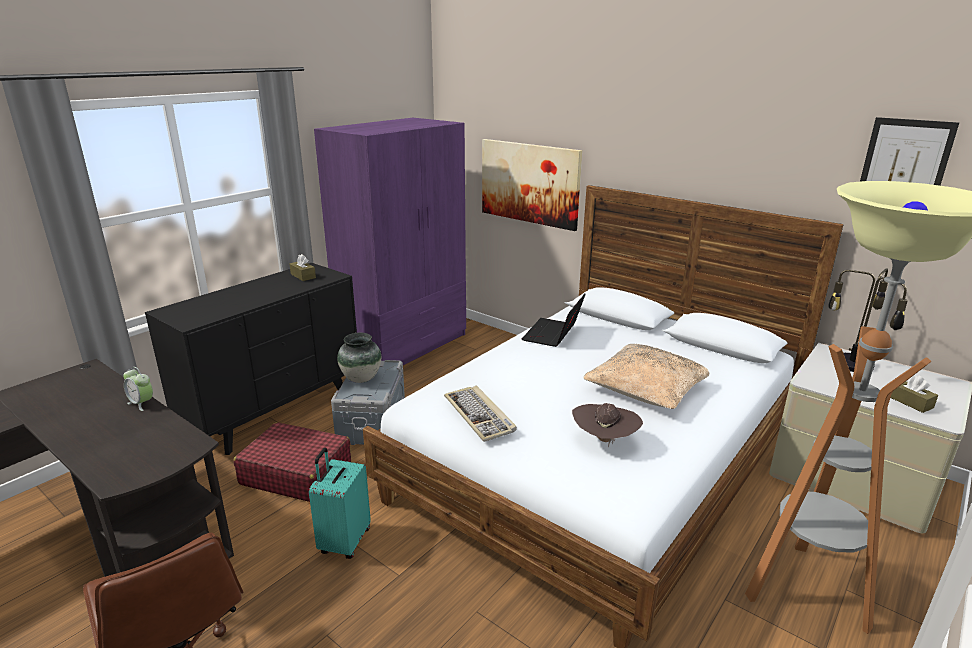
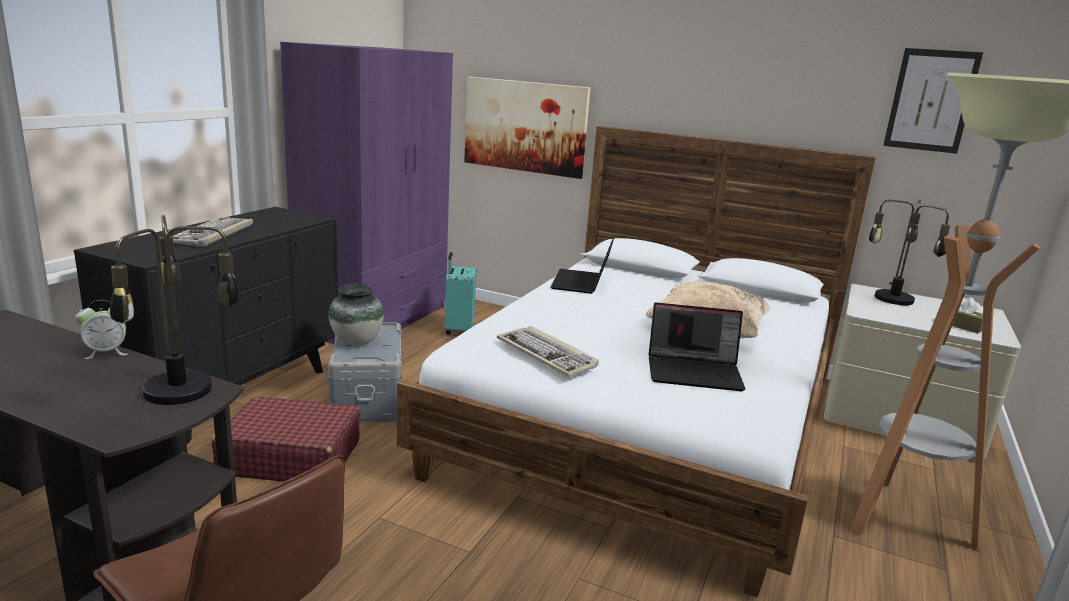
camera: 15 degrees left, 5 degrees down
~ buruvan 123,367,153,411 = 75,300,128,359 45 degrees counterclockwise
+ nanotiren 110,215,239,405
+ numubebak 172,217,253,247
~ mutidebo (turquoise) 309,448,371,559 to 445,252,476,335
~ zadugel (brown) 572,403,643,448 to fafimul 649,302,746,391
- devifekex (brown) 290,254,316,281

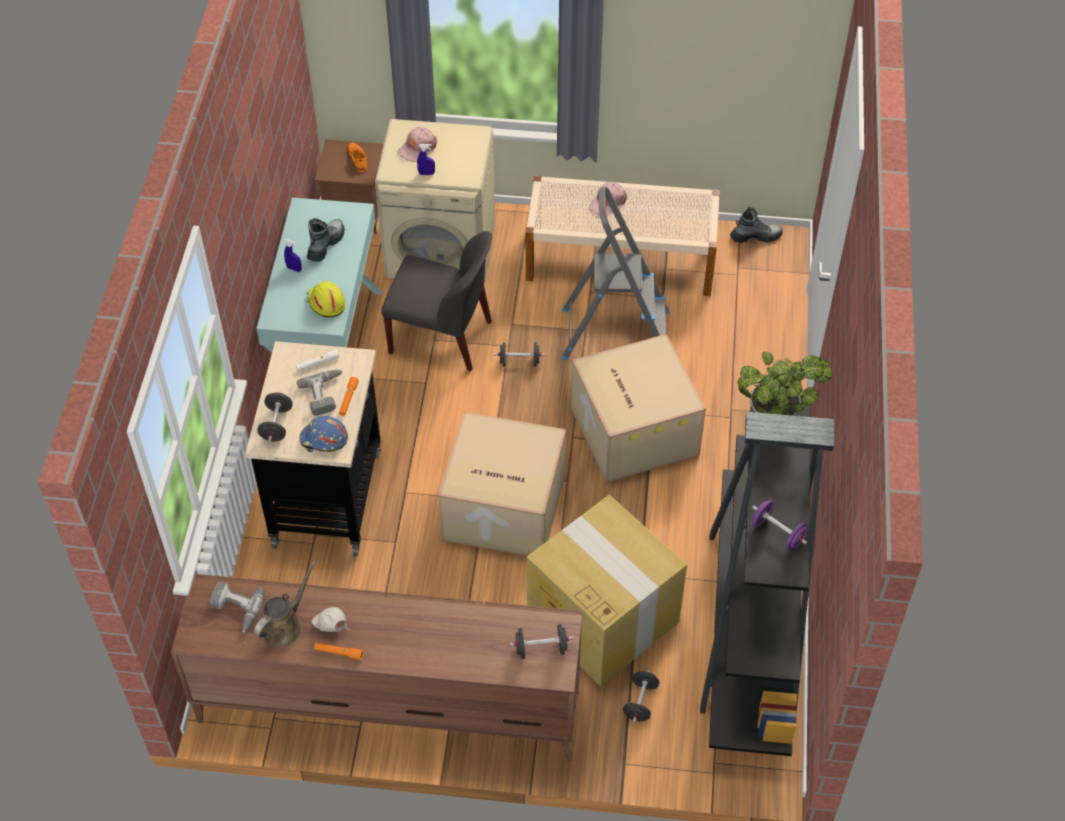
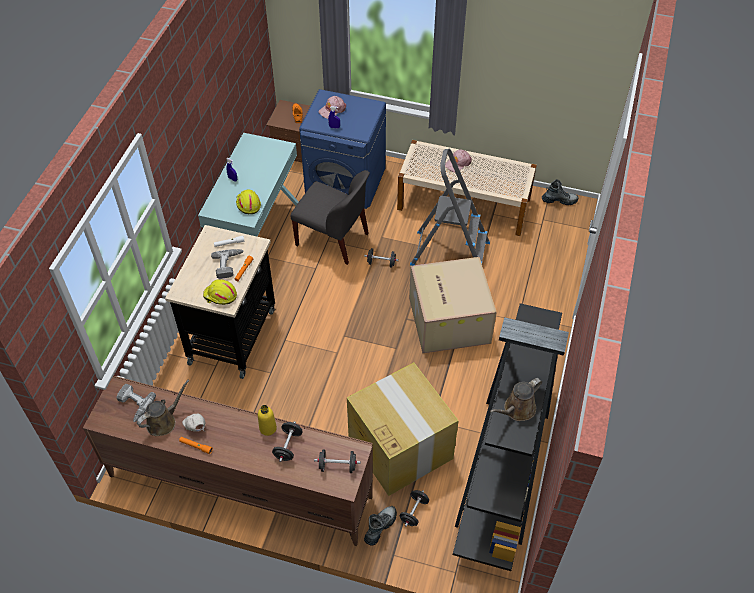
camera: 10 degrees right, 0 degrees up
~ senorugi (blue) 299,416,348,452 to senorugi (yellow) 203,279,237,305
+ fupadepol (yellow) 258,405,277,436
~ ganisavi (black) 257,393,293,442 to 272,421,303,462
~ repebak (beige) 375,119,495,282 to repebak (blue) 299,89,386,209
~ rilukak 307,218,345,262 to 364,506,397,545
~ ganisavi (purple) 752,500,807,550 to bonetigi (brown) 490,378,542,421
- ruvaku 438,412,566,556
- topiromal 738,351,832,416

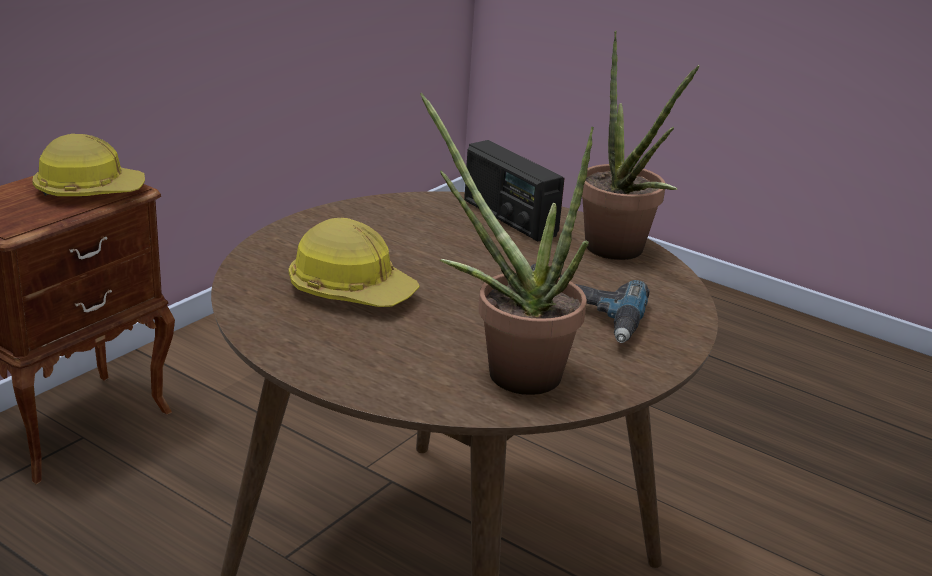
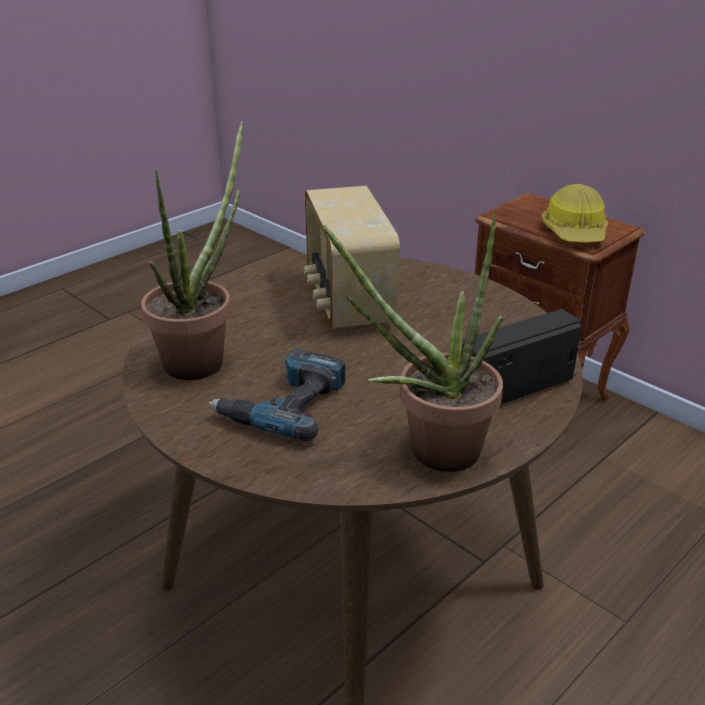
camera: 100 degrees right, 5 degrees up
~ senorugi 289,218,420,307 to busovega 304,186,400,328

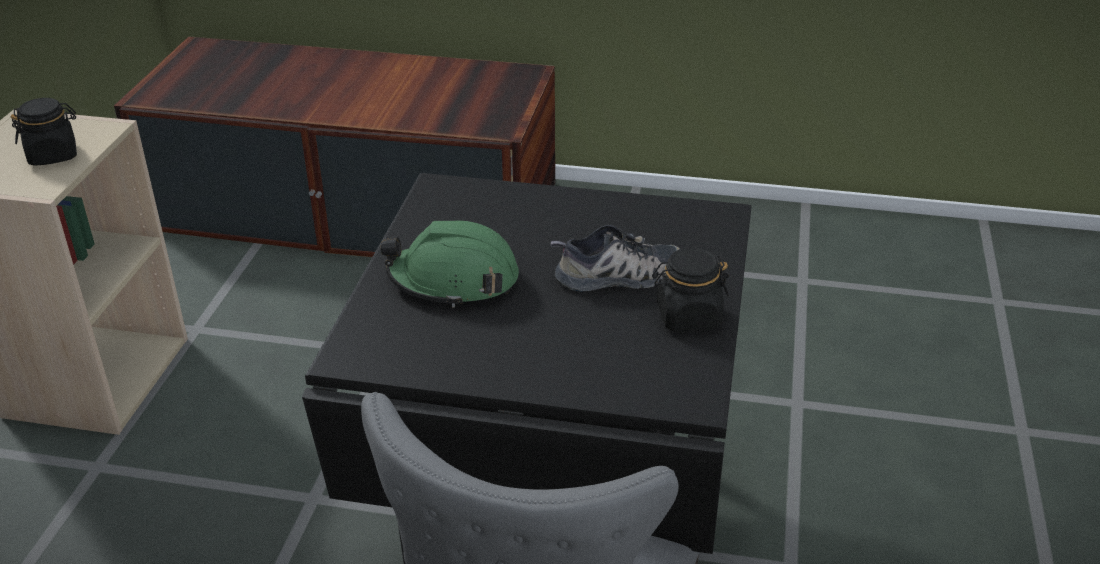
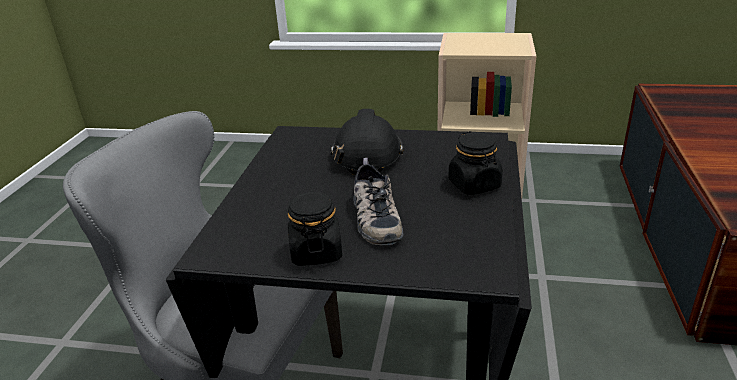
camera: 90 degrees right, 5 degrees down
~ senorugi (green) 380,220,519,307 to senorugi (black) 331,109,404,175
~ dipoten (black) 10,98,77,166 to 448,131,503,195

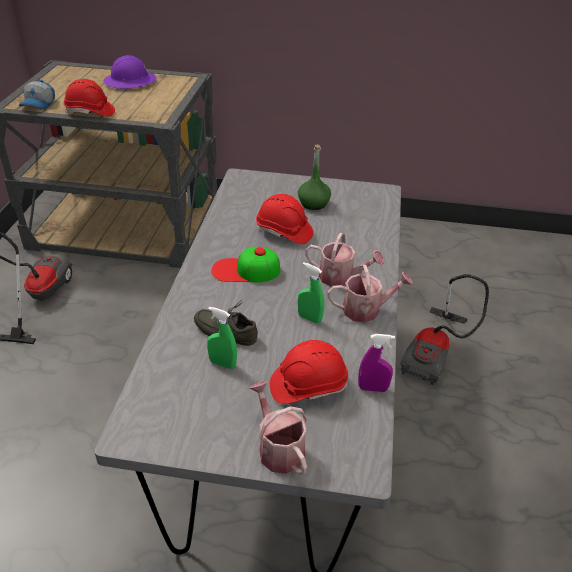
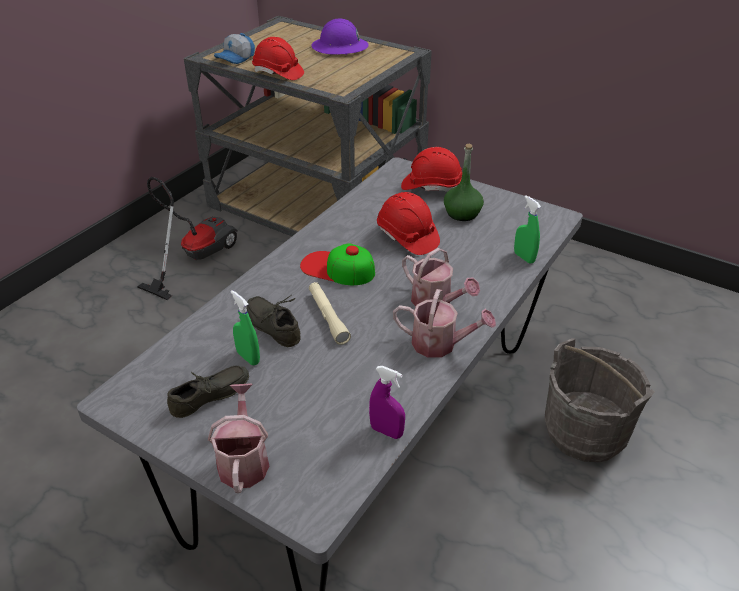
camera: 25 degrees right, 0 degrees up
+ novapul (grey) 167,366,249,418
+ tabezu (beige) 309,282,351,345
~ senorugi (red) 270,340,348,404 to 401,147,462,192
~ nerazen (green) 298,263,324,324 to 514,195,541,264
~ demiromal 401,274,489,385 to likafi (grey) 544,338,655,462

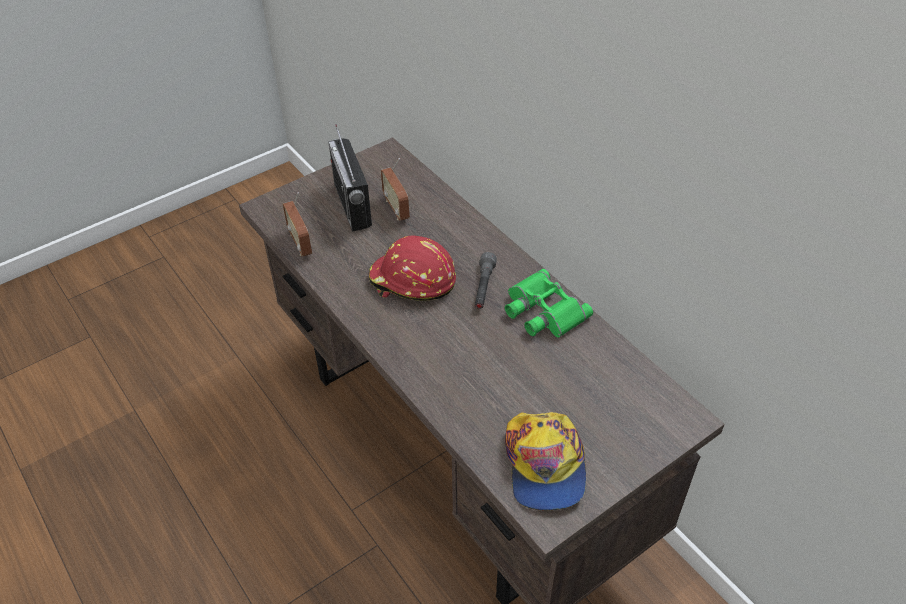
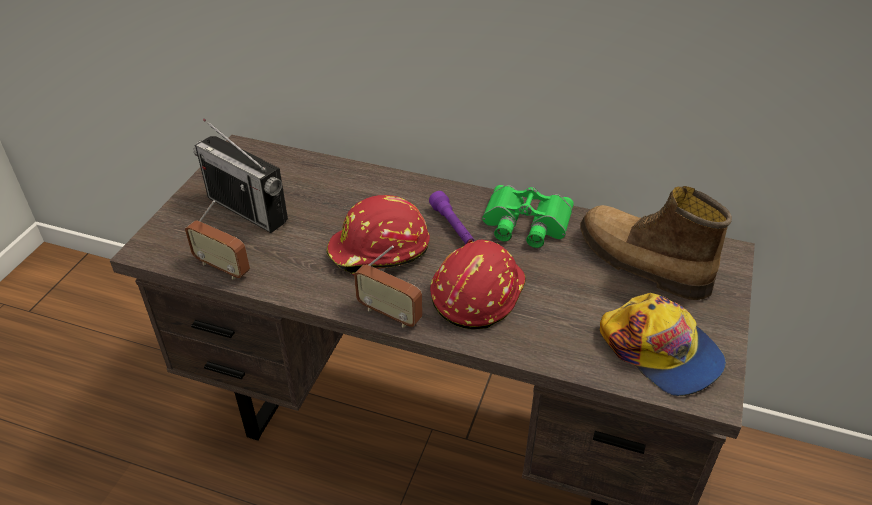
camera: 35 degrees left, 5 degrees down
~ busovega 381,158,410,221 to 354,246,422,328
~ tabezu (grey) 475,252,497,309 to tabezu (purple) 429,191,474,244
+ senorugi (red) 430,240,526,329
+ rilukak 580,186,732,300

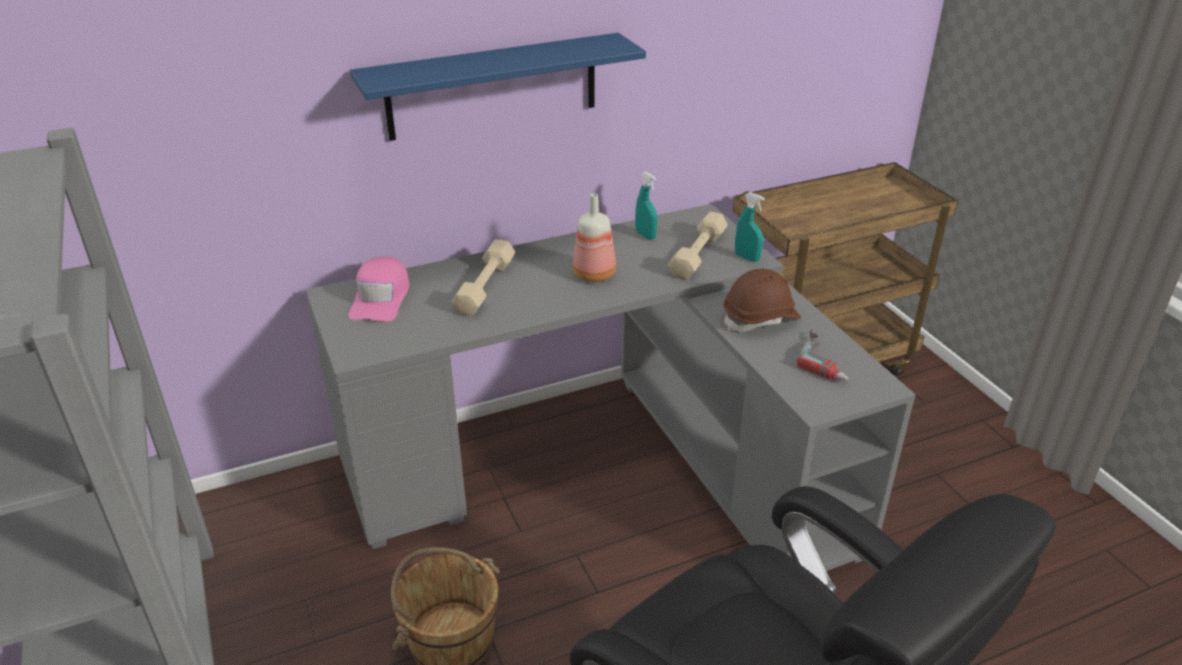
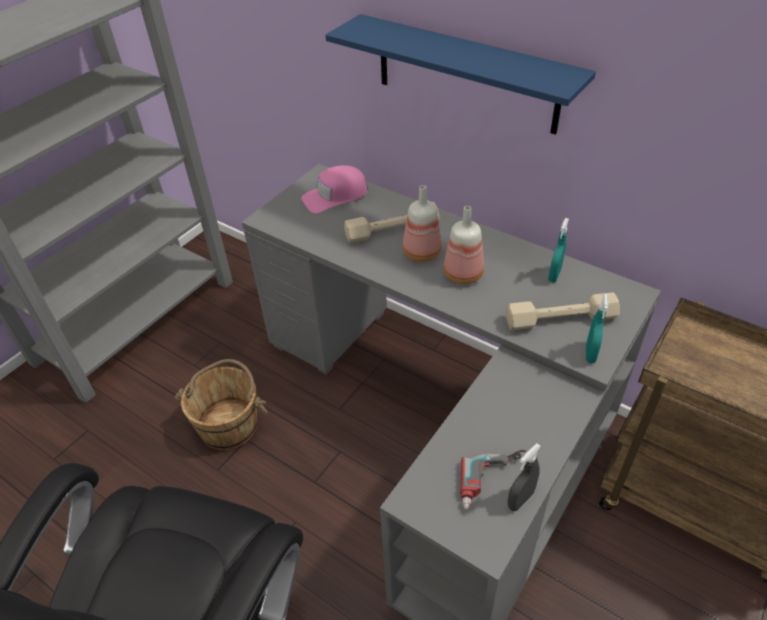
camera: 60 degrees right, 10 degrees up
+ fupadepol 403,185,442,262
+ nerazen (grey) 507,444,541,511
- senorugi (brown) 723,269,801,332

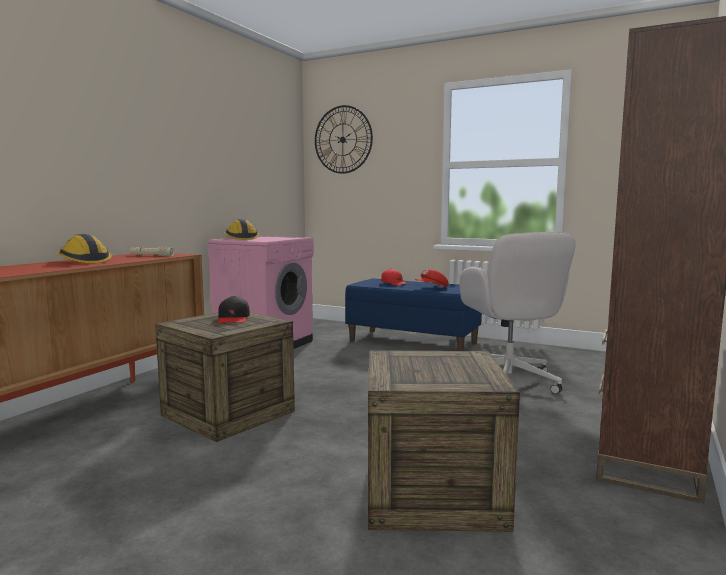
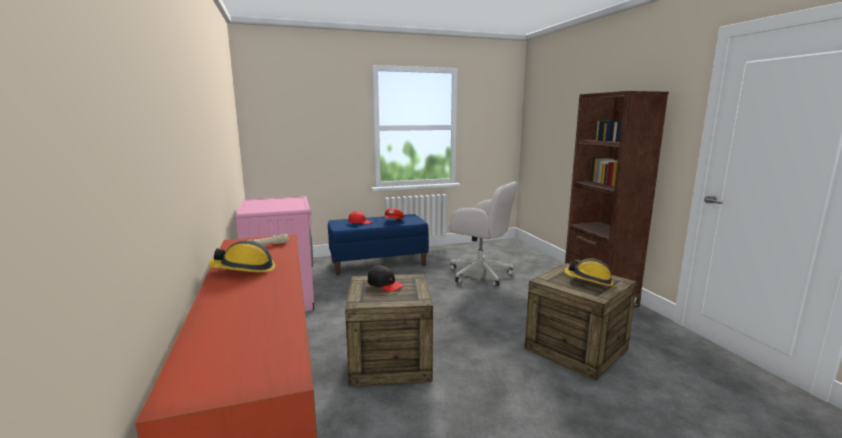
camera: 45 degrees left, 5 degrees up
~ senorugi 224,219,259,240 to 564,259,613,286
- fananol 315,105,373,174

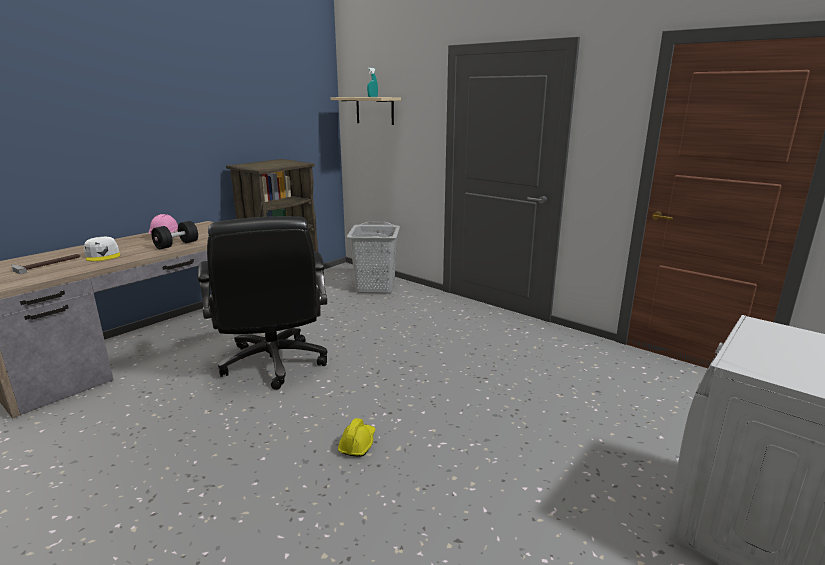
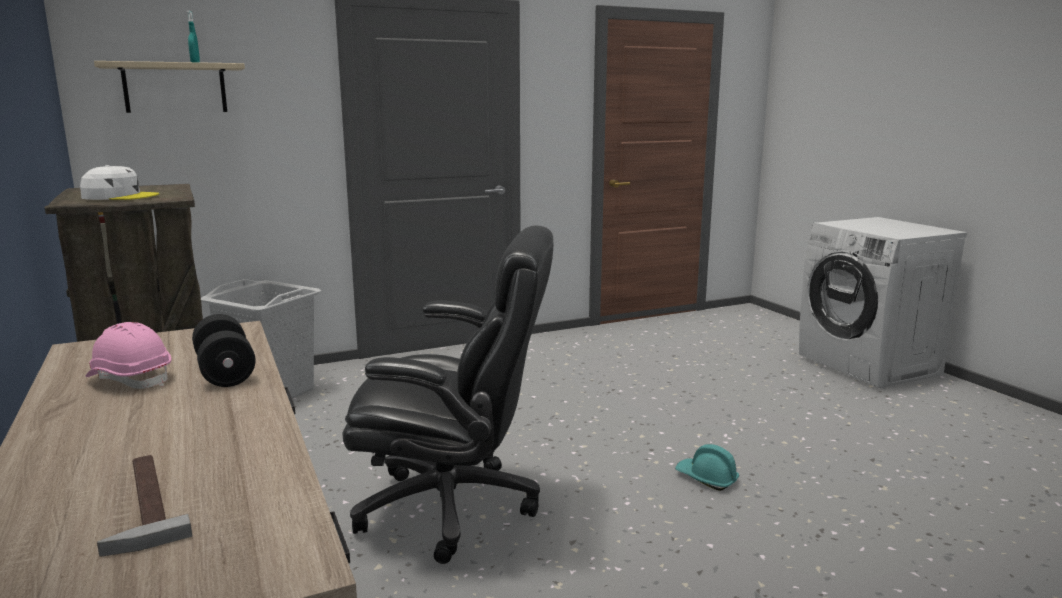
camera: 65 degrees left, 5 degrees down
~ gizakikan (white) 84,237,120,261 to 80,165,159,200
~ senorugi (yellow) 338,418,375,457 to senorugi (turquoise) 675,444,739,491

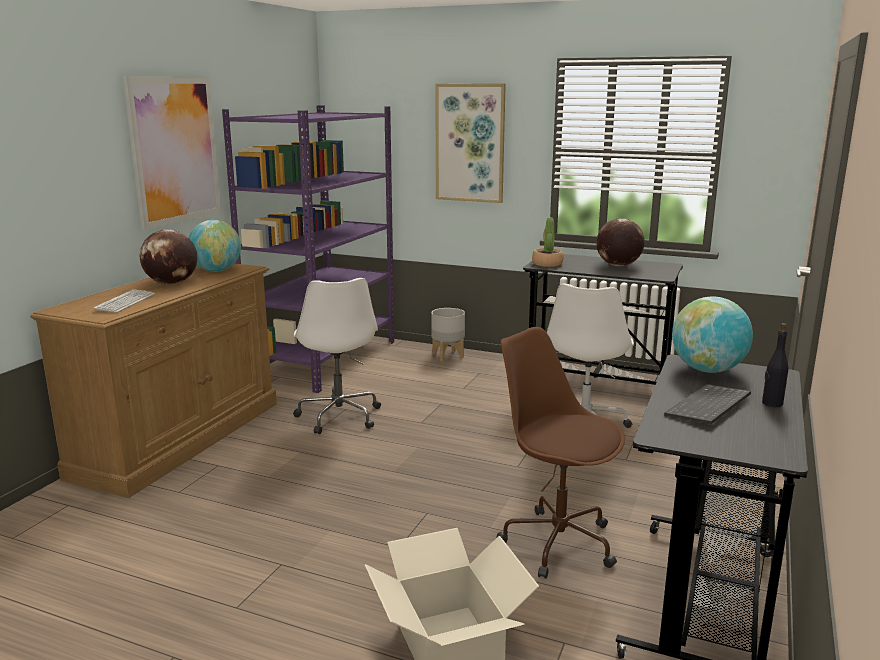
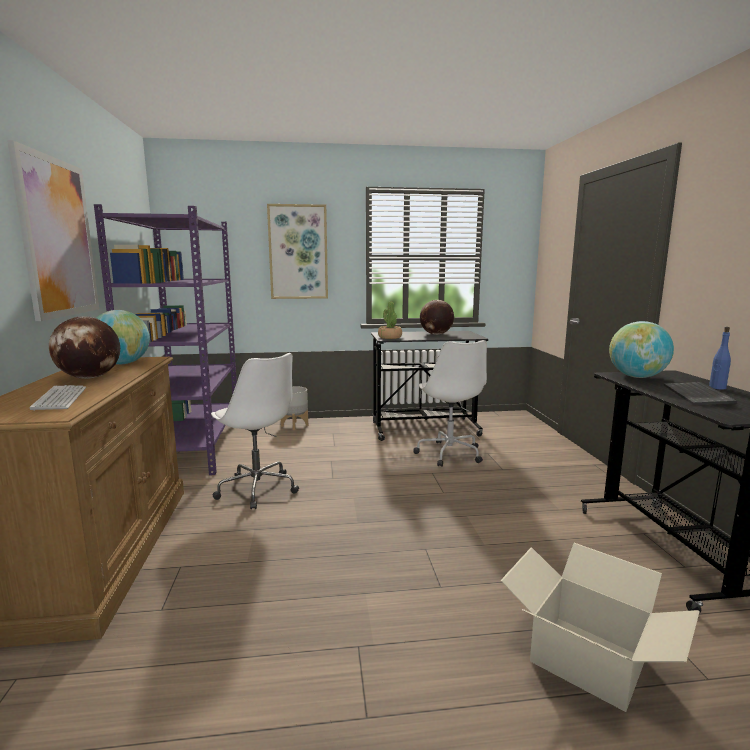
camera: 30 degrees left, 5 degrees down
~ fupadepol (black) 762,323,788,407 to fupadepol (blue) 709,327,731,390
- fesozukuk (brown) 497,327,625,579

